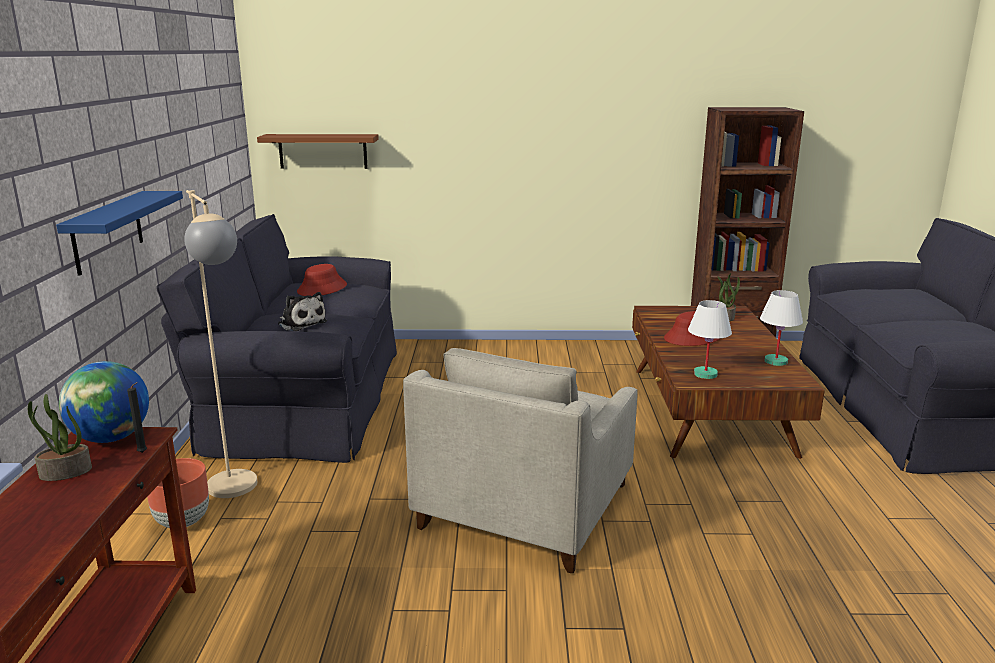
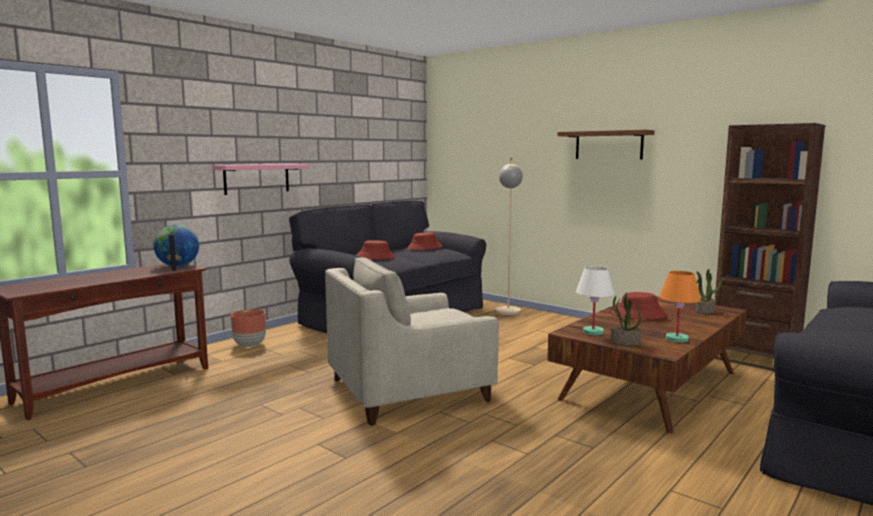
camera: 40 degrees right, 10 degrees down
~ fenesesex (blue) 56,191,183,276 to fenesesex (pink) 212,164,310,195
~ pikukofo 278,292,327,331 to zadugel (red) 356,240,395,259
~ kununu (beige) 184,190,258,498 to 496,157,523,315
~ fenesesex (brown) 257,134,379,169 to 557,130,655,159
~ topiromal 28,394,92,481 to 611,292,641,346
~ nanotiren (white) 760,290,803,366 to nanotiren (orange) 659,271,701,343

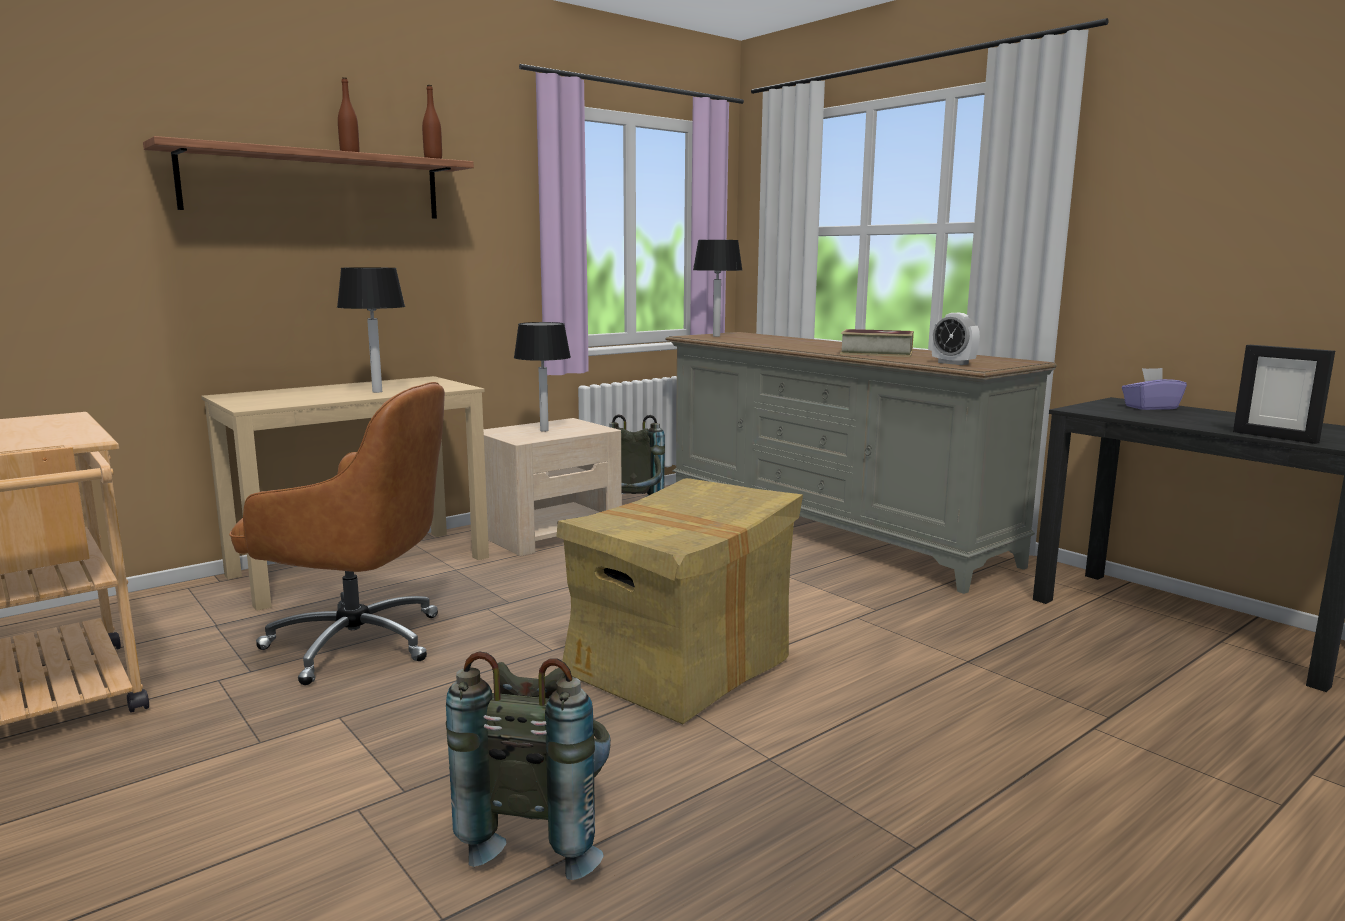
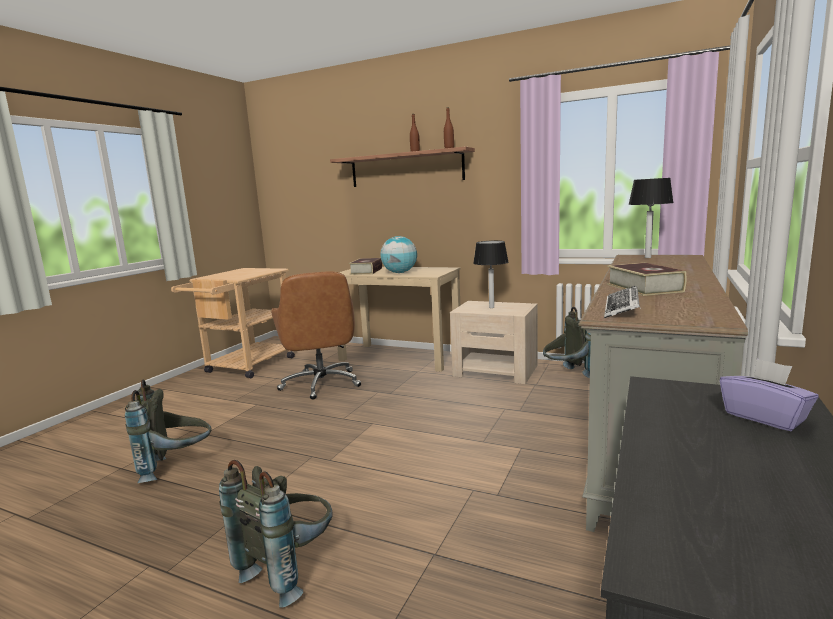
camera: 65 degrees right, 0 degrees up
+ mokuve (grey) 219,460,333,608
+ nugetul 349,258,382,275
~ nanotiren 337,267,405,393 to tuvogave 380,236,417,273
~ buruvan 931,313,980,365 to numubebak 604,286,641,318
- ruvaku 556,478,803,724
- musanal 1233,345,1335,444

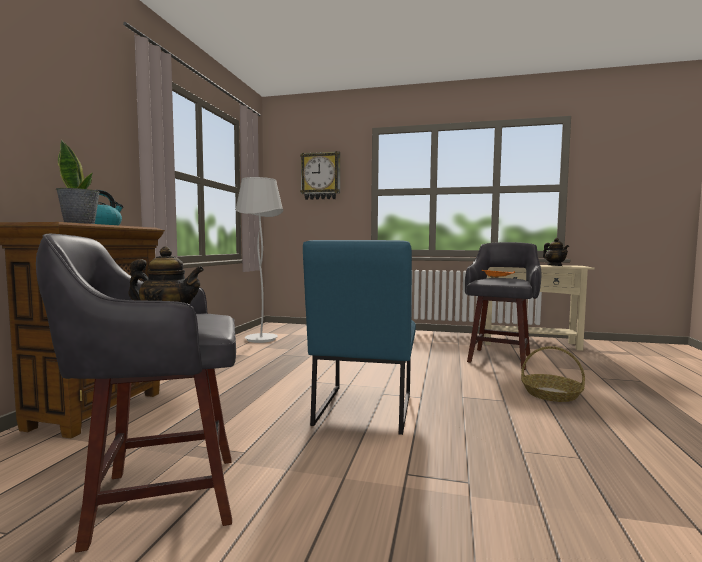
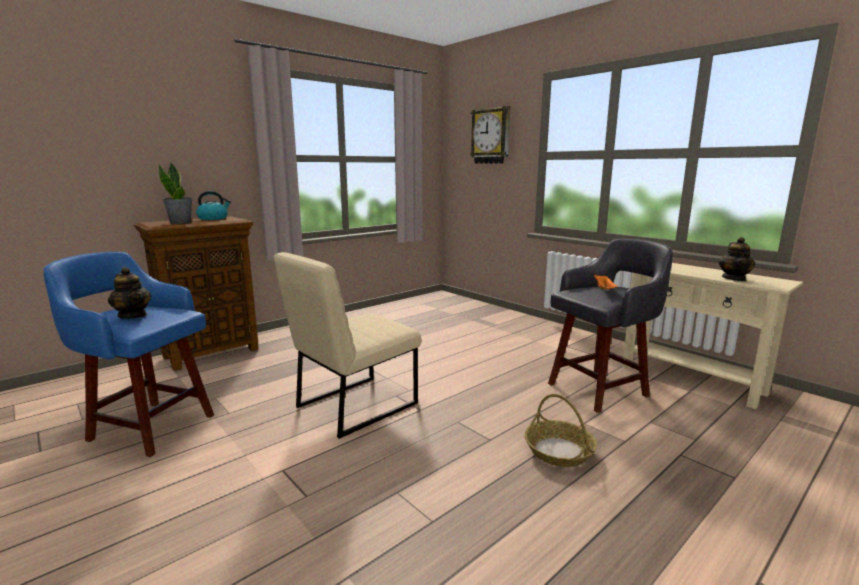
camera: 35 degrees right, 10 degrees up
~ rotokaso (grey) 36,234,236,552 to rotokaso (blue) 44,252,214,457
~ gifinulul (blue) 303,240,416,435 to gifinulul (beige) 274,252,421,439
- kununu (white) 235,177,283,343

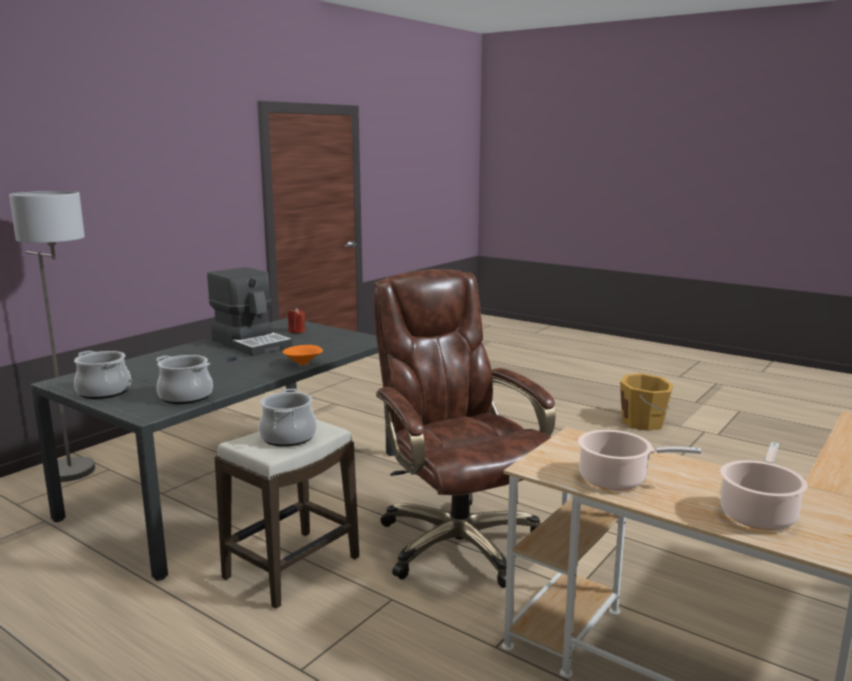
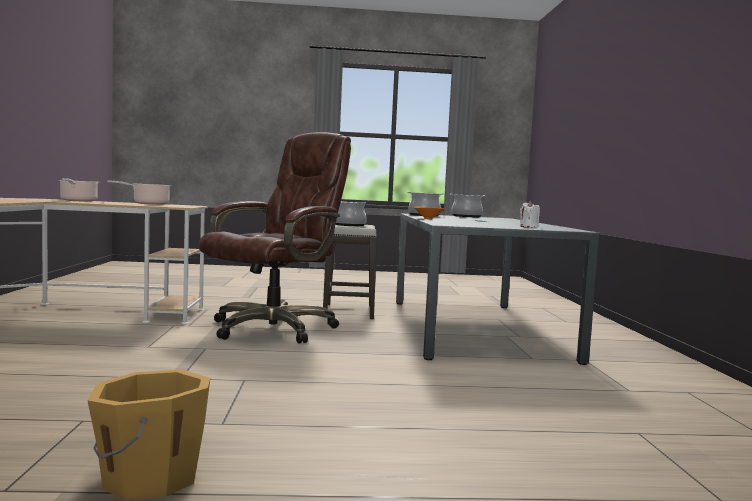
camera: 140 degrees right, 10 degrees down
~ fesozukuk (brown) 374,269,555,588 = 199,132,351,343 75 degrees counterclockwise
~ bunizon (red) 288,308,306,333 to bunizon (white) 520,201,540,228
- kununu (grey) 9,191,95,482
- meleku 207,267,292,356

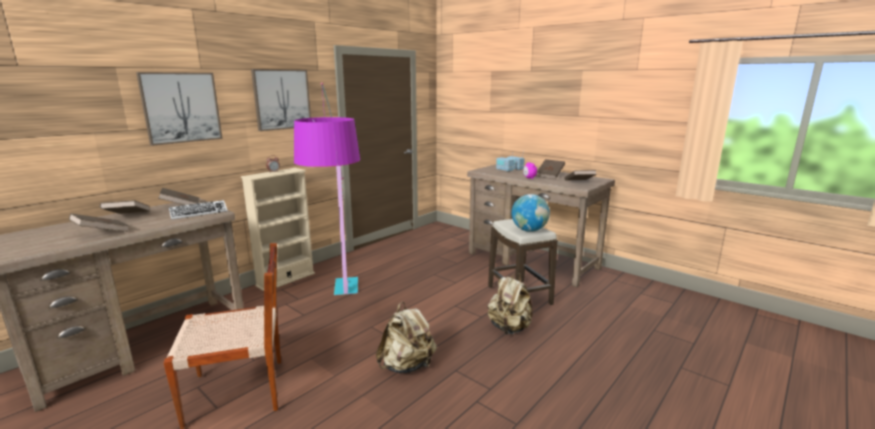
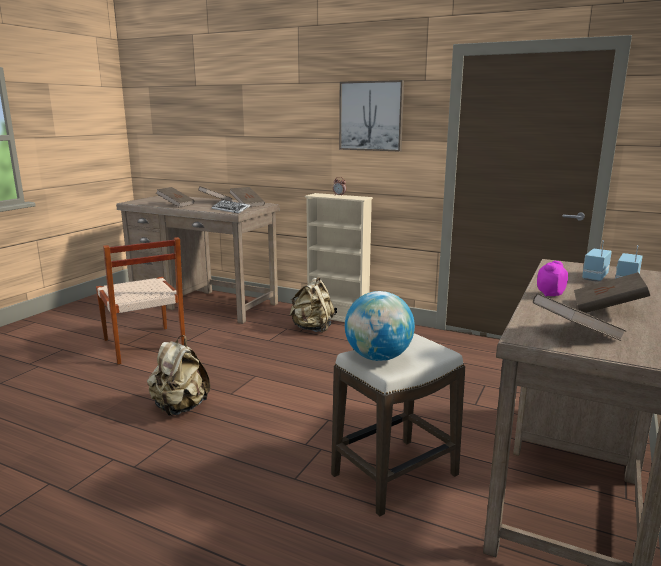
camera: 75 degrees right, 0 degrees up
~ mokuve (beige) 488,273,533,335 to 289,277,335,333
- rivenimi 136,72,222,146
- kununu 294,83,360,295

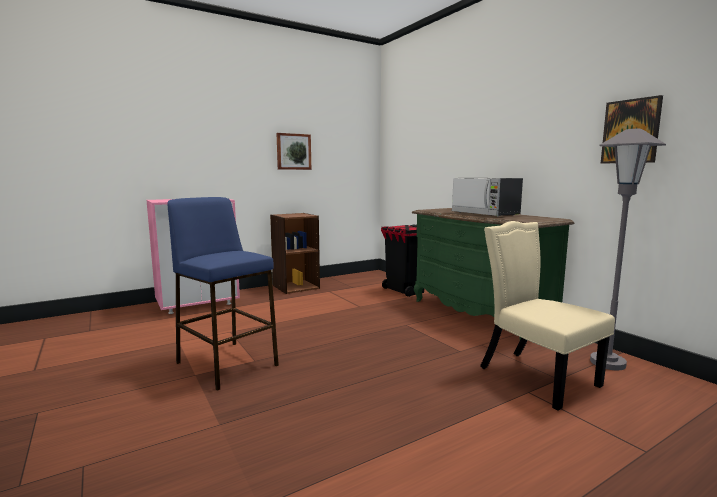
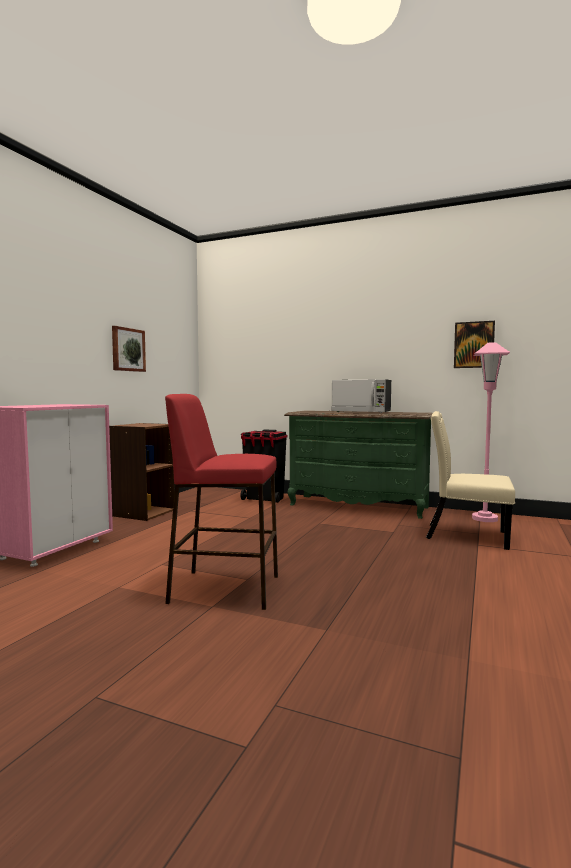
camera: 35 degrees left, 5 degrees down
~ rotokaso (blue) 167,197,279,391 to rotokaso (red) 165,394,278,610
~ kununu (grey) 590,128,666,370 to kununu (pink) 472,342,510,522

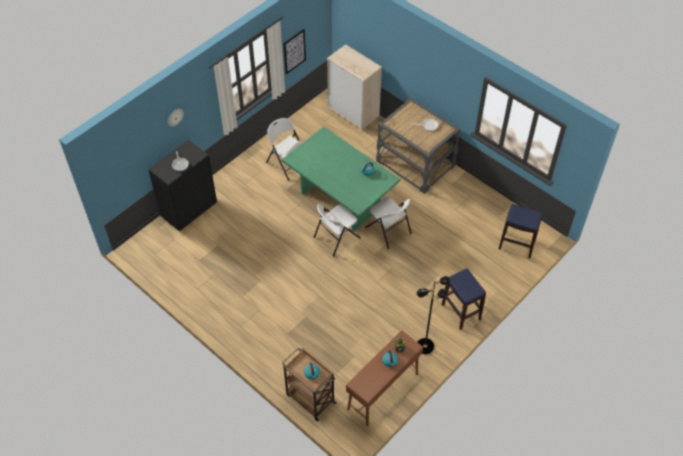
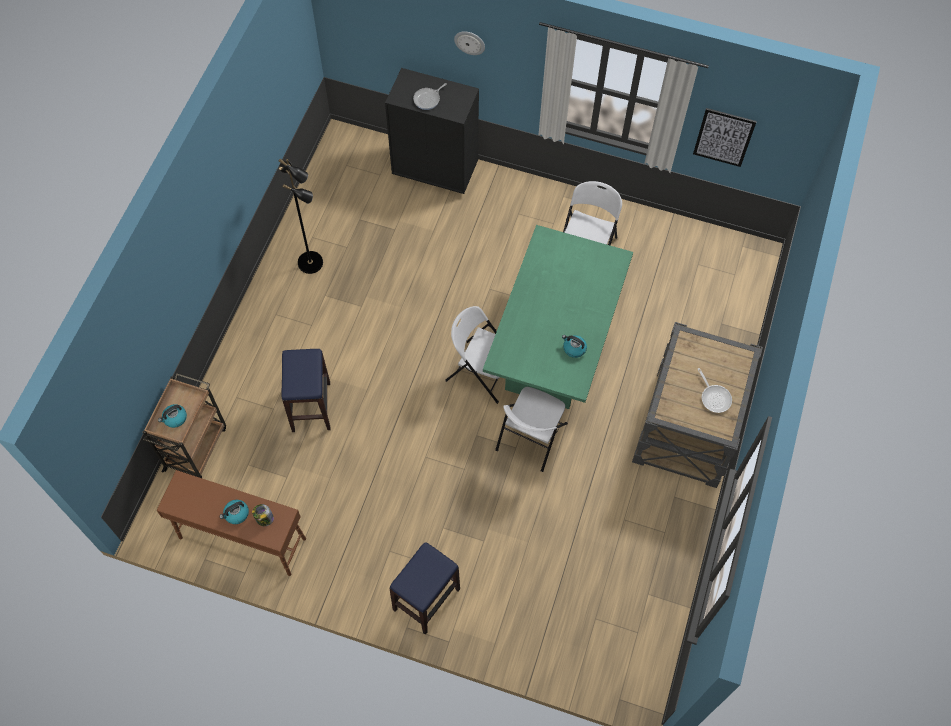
camera: 65 degrees right, 10 degrees up
~ kununu (black) 417,276,450,354 to 279,159,323,274
~ rotokaso 499,204,543,258 to 281,349,331,432
- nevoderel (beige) 327,44,382,130

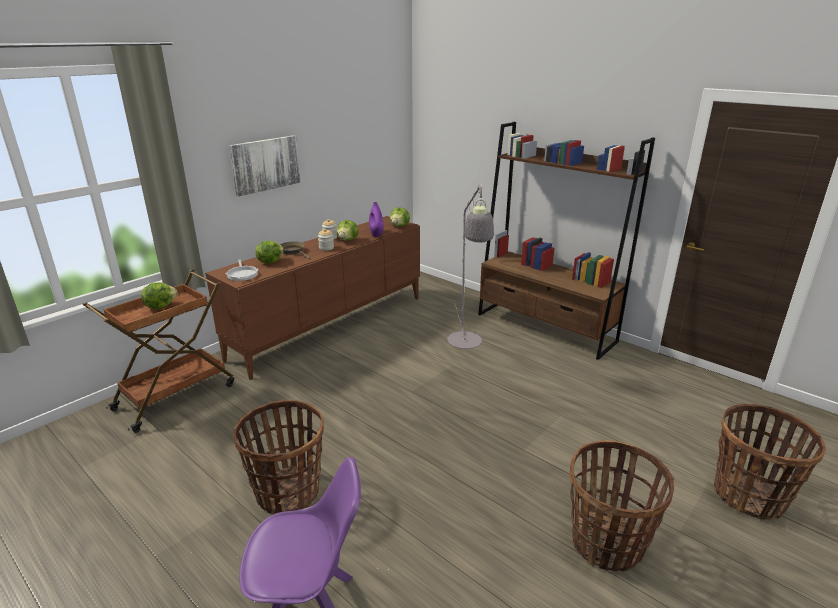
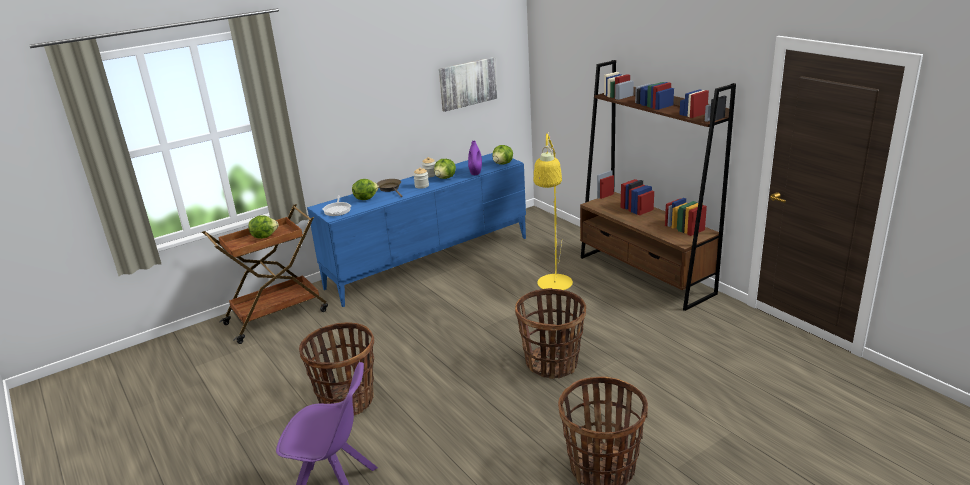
camera: 15 degrees right, 0 degrees up
~ nevoderel (brown) 205,216,420,380 to nevoderel (blue) 307,153,526,307
~ rivenimi 229,135,300,196 to 439,57,497,112
~ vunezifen 714,403,826,521 to 515,288,586,379
~ kununu (grey) 447,184,494,349 to kununu (yellow) 534,132,573,290

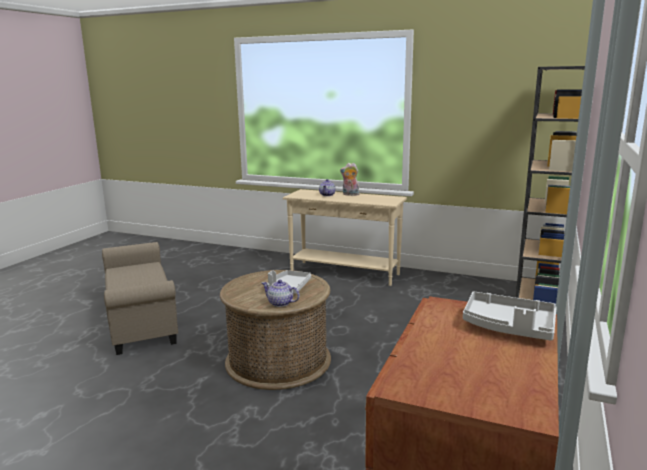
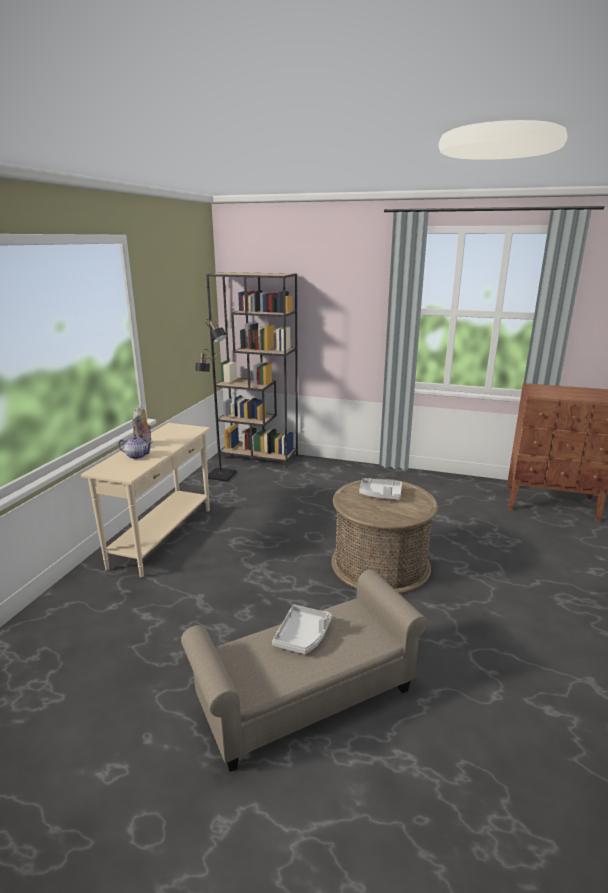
camera: 95 degrees left, 5 degrees up
+ kununu (black) 195,319,236,482
~ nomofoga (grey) 463,292,557,340 to 272,605,332,654
- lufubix 262,280,300,307

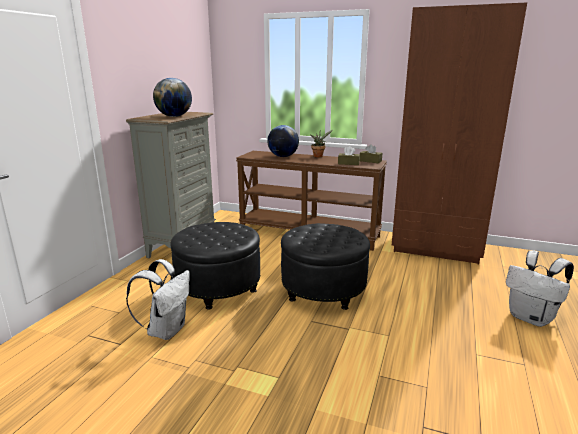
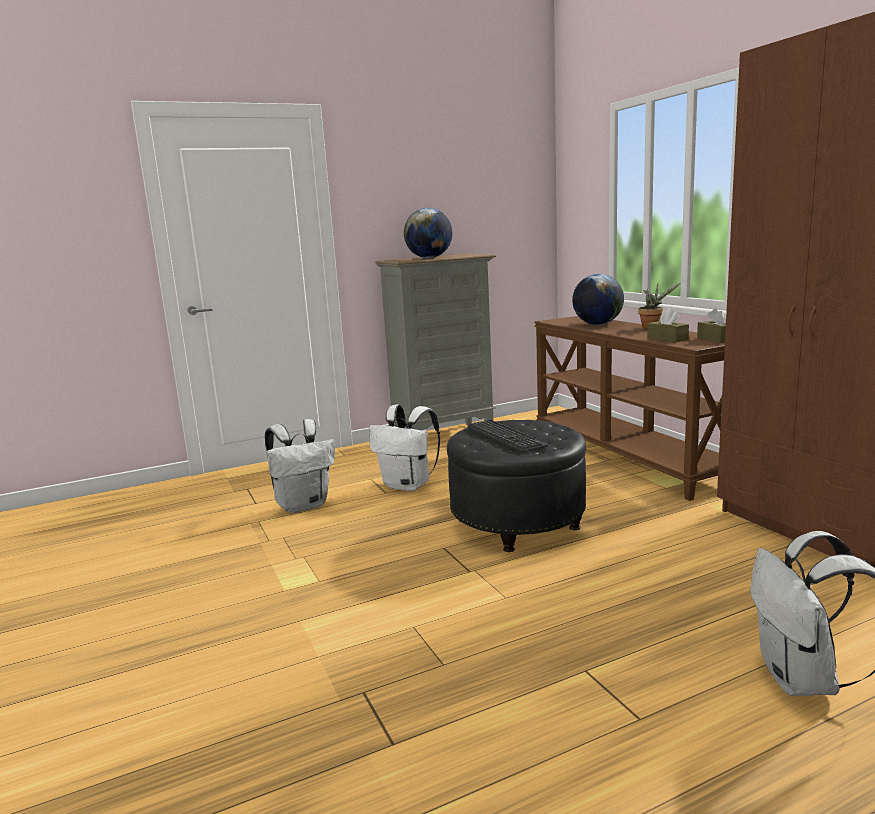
camera: 45 degrees right, 5 degrees down
~ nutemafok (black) 170,222,260,310 to mokuve (white) 369,404,440,491
+ numubebak 468,419,548,453

